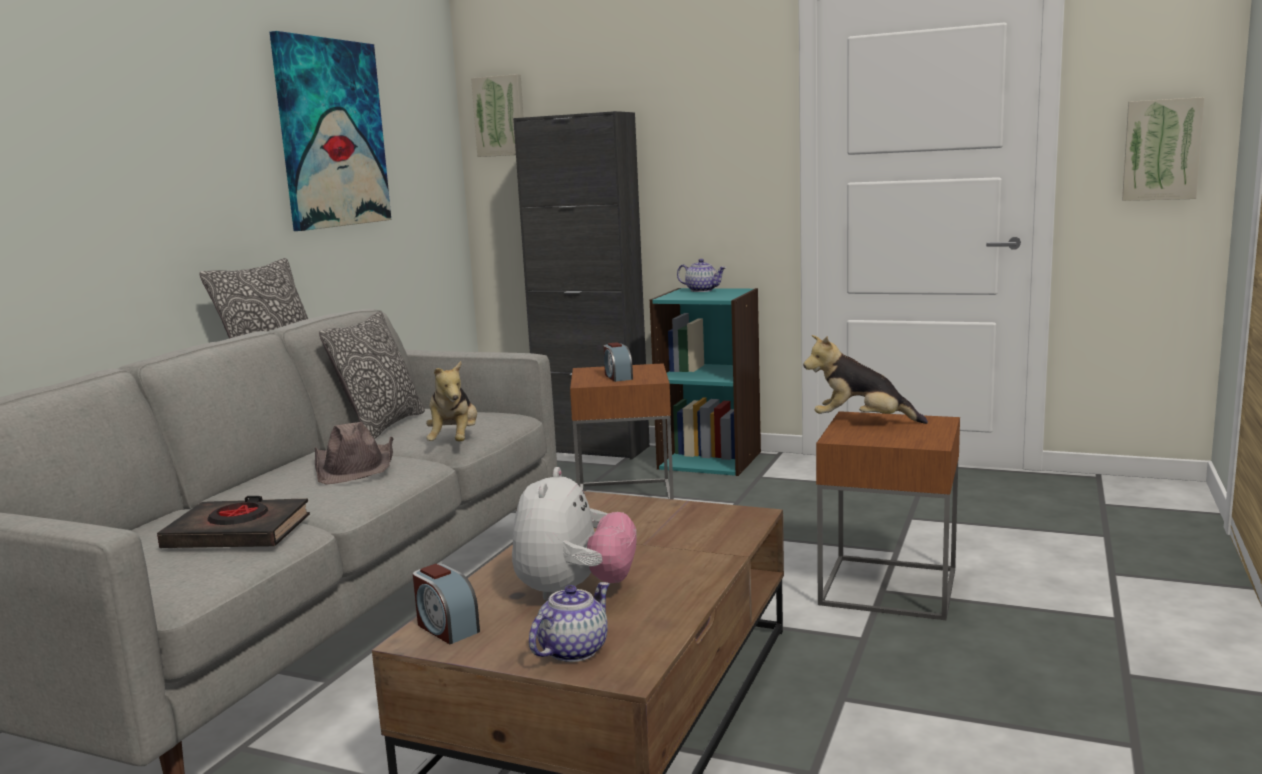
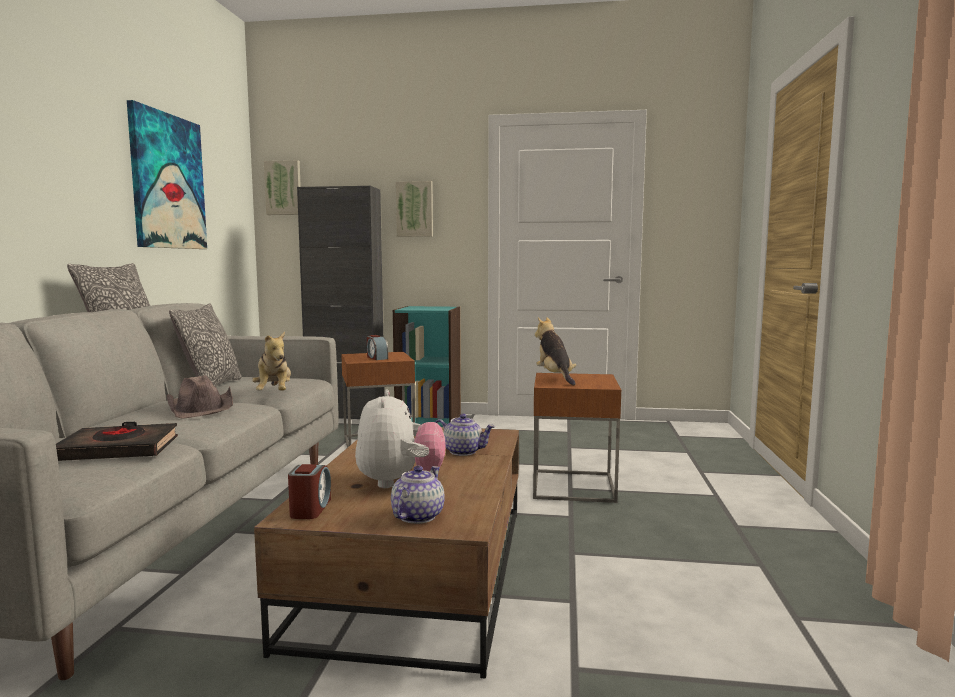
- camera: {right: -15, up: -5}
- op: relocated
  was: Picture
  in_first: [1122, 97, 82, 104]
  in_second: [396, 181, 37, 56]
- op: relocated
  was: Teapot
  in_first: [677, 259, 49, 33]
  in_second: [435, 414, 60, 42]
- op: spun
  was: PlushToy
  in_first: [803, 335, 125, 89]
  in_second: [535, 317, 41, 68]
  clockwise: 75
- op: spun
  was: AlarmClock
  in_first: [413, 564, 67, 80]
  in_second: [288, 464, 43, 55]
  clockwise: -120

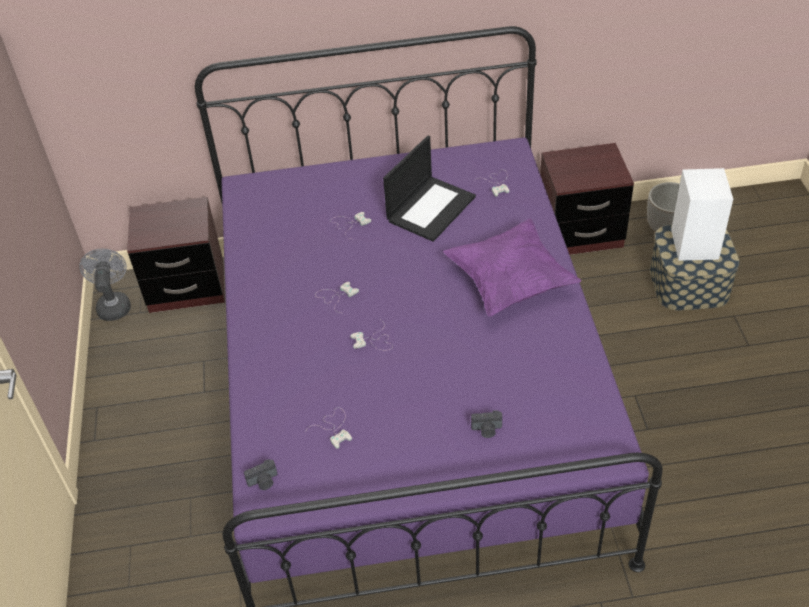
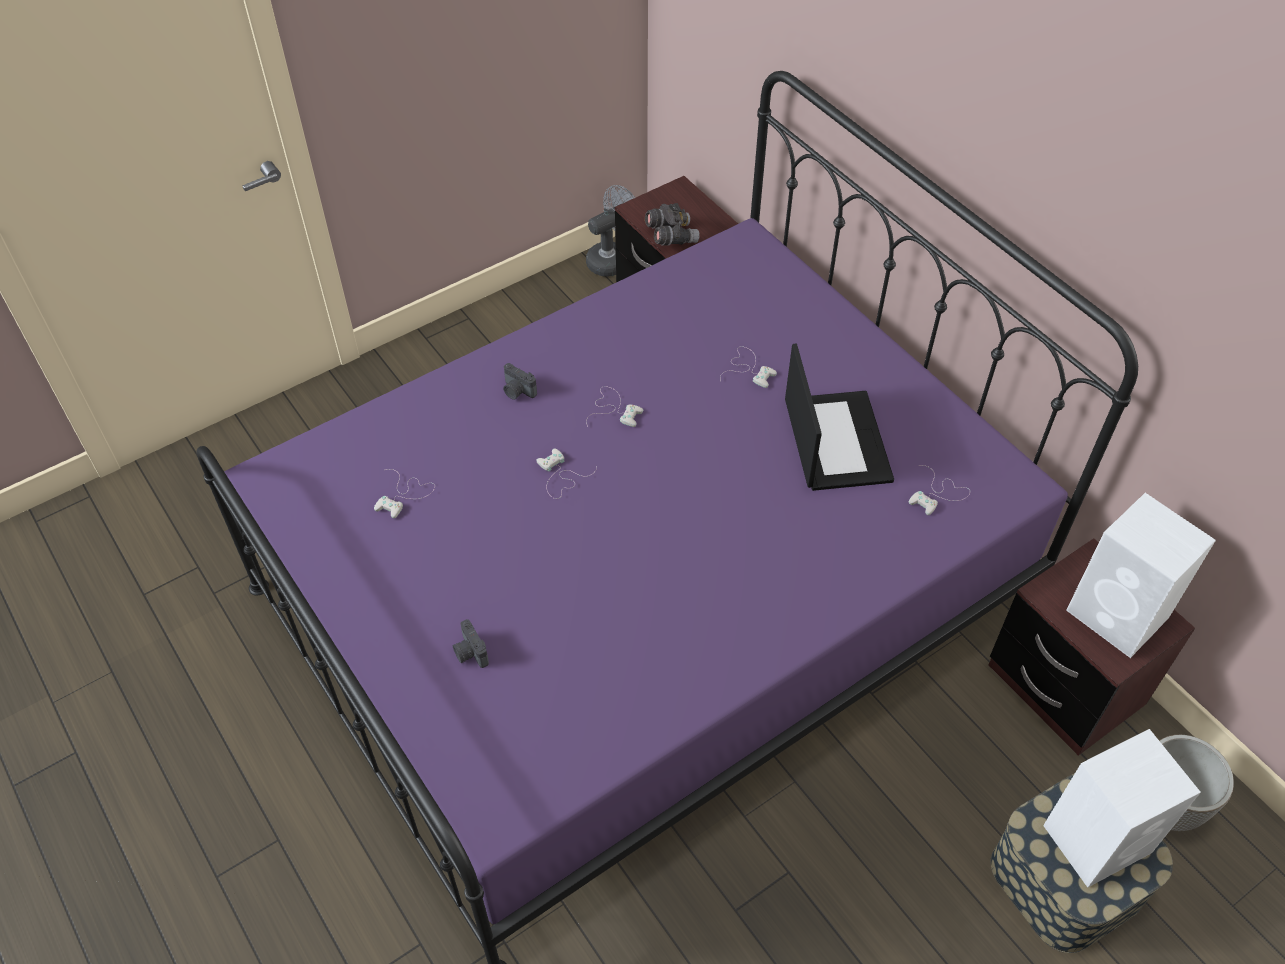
- camera: {right: 60, up: 5}
- op: spun
  was: Laptop
  in_first: [383, 136, 93, 106]
  in_second: [785, 343, 109, 148]
  clockwise: -105
- op: missing
  was: PurplePillow
  in_first: [443, 219, 138, 98]
- op: relocated
  was: PhotoCamera
  in_first: [244, 459, 33, 31]
  in_second: [503, 363, 34, 37]
- op: appeared
  now: GreyBinoculars
  in_second: [645, 203, 55, 43]
- op: appeared
  now: WhiteSpeaker
  in_second: [1066, 493, 150, 165]

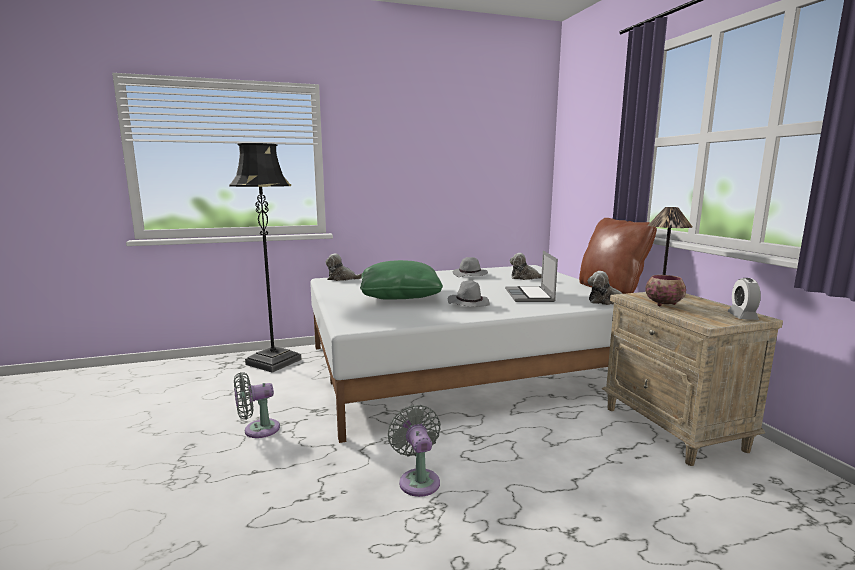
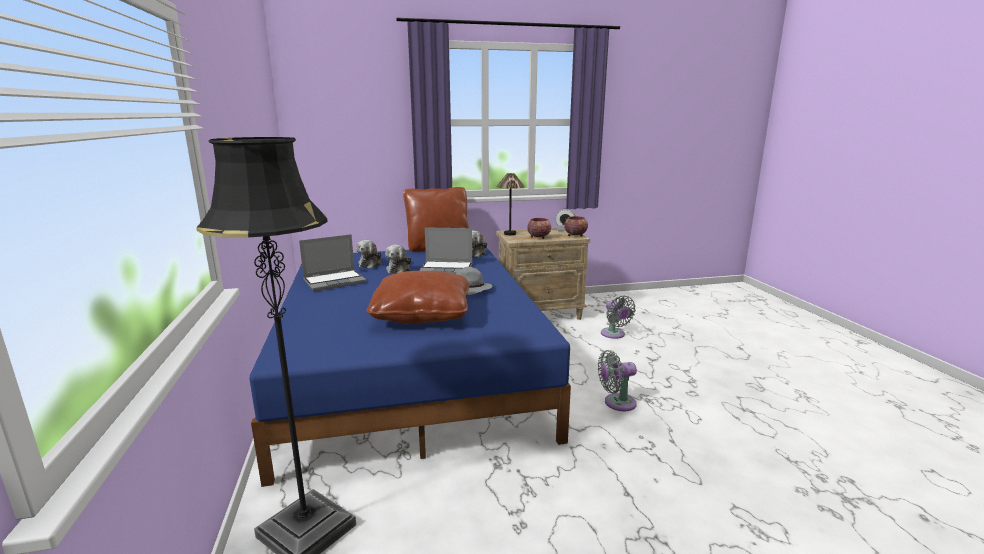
- camera: {right: -85, up: 5}
- op: relocated
  was: PlushToy
  in_first: [326, 254, 36, 27]
  in_second: [385, 245, 26, 29]
- op: exchanged
  was: GreyHat
  now: Laptop
  in_first: [453, 257, 35, 20]
  in_second: [299, 234, 67, 57]
- op: colour
  was: GreenPillow
  now: BrownPillow
  in_first: [360, 260, 83, 40]
  in_second: [366, 271, 103, 53]
- op: colour
  was: WhiteBed
  now: BlueBed
  in_first: [310, 265, 304, 178]
  in_second: [250, 248, 321, 239]
- op: relocated
  was: GreyFan
  in_first: [234, 372, 46, 66]
  in_second: [601, 295, 35, 44]
- op: appeared
  now: Bowl
  in_second: [564, 216, 24, 21]

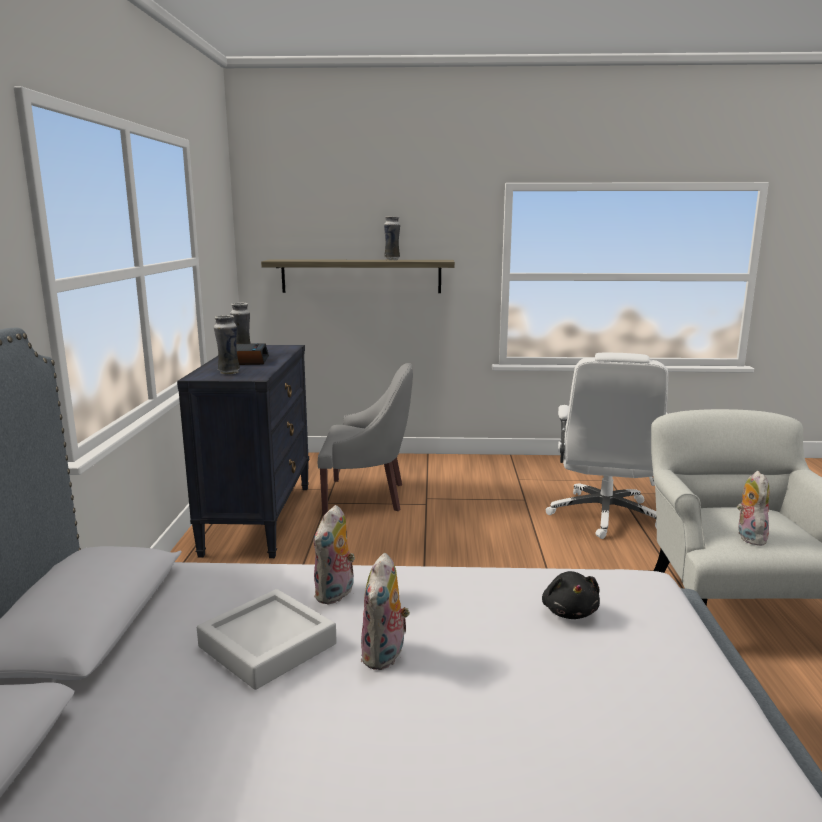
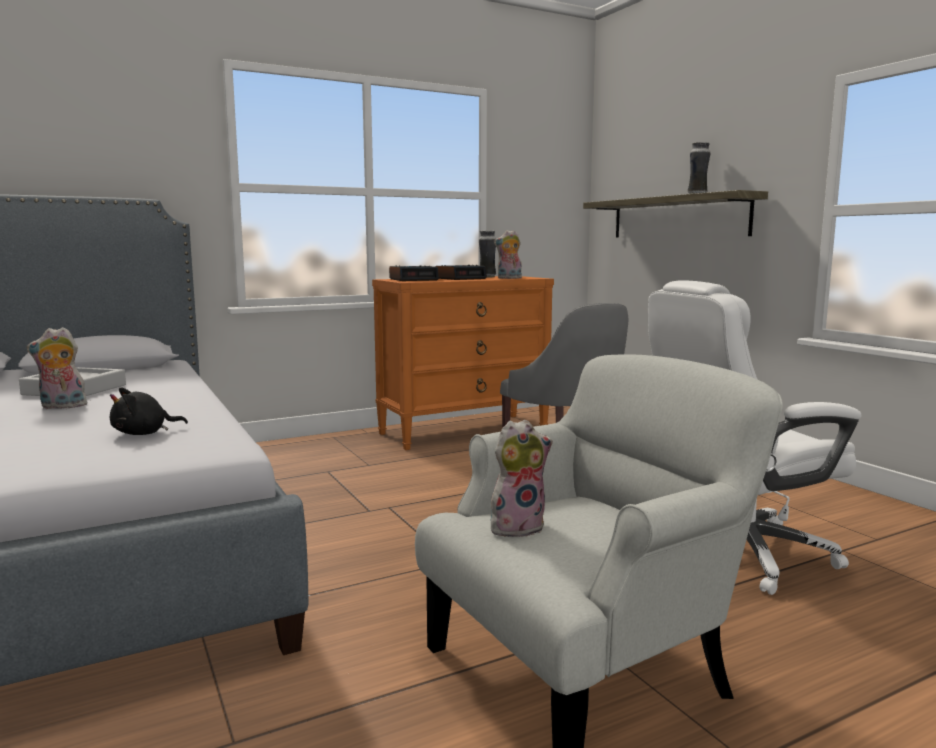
- camera: {right: 60, up: -5}
- op: exchanged
  was: Vase
  now: AlarmClock
  in_first: [214, 315, 26, 59]
  in_second: [389, 266, 50, 15]
- op: colour
  was: BlackDresser
  now: OrangeDresser
  in_first: [177, 345, 132, 213]
  in_second: [372, 276, 182, 174]
- op: relocated
  was: PlushToy
  in_first: [314, 505, 41, 99]
  in_second: [494, 230, 28, 49]

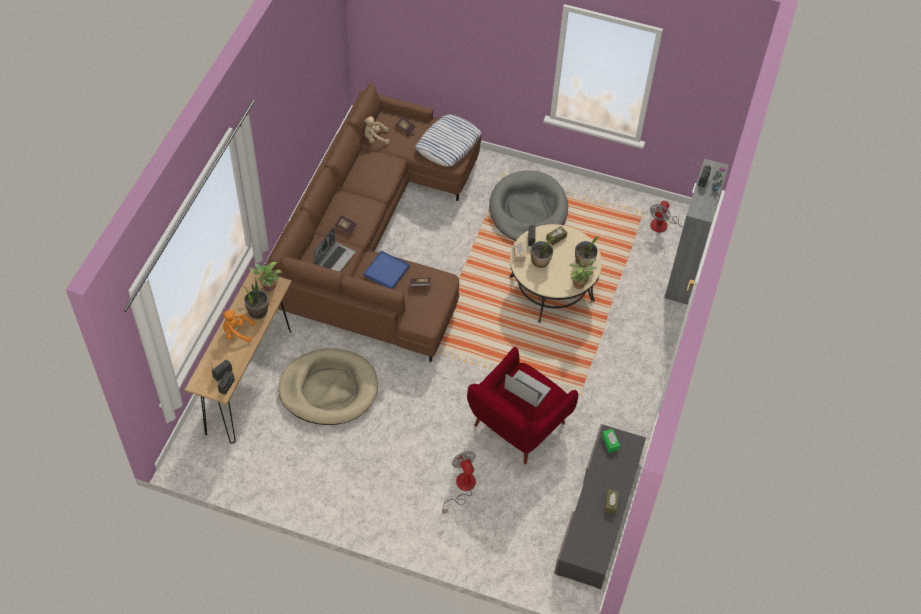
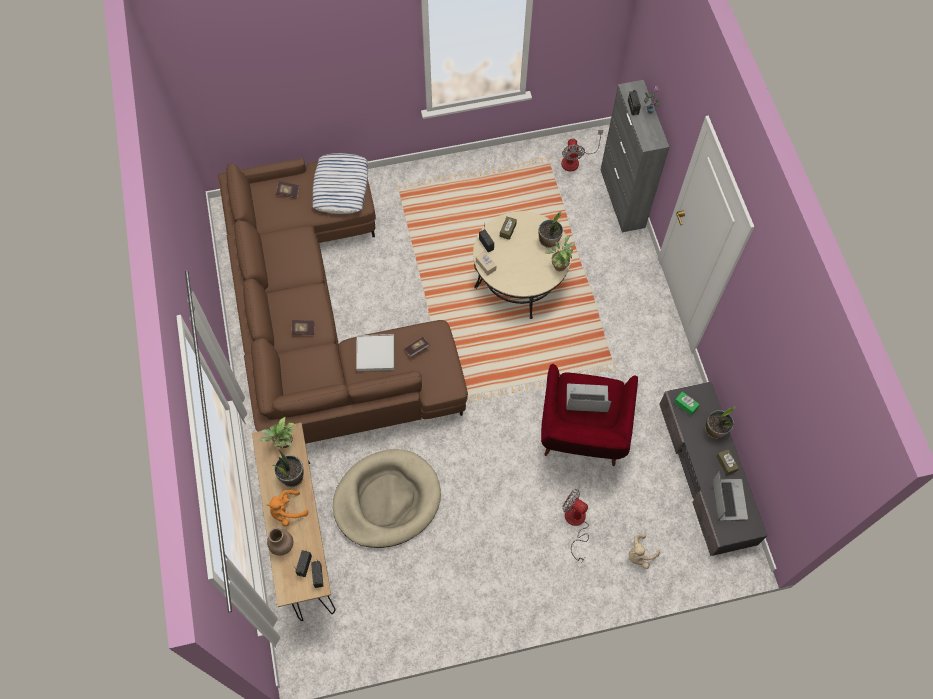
- camera: {right: -30, up: 10}
- op: relocated
  was: BeigePlushToy
  in_first: [363, 116, 27, 28]
  in_second: [628, 534, 32, 35]
- op: missing
  was: GreyDogBed
  in_first: [489, 170, 79, 71]
- op: relocated
  was: Laptop
  in_first: [314, 227, 42, 45]
  in_second: [713, 471, 35, 50]
- op: relocated
  was: PottedPlant
  in_first: [531, 236, 23, 32]
  in_second: [705, 406, 31, 33]
- op: colour
  was: BlueTray
  now: WhiteTray
  in_first: [364, 251, 46, 38]
  in_second: [356, 334, 38, 37]
- op: appeared
  now: BrownVase
  in_second: [267, 528, 26, 28]

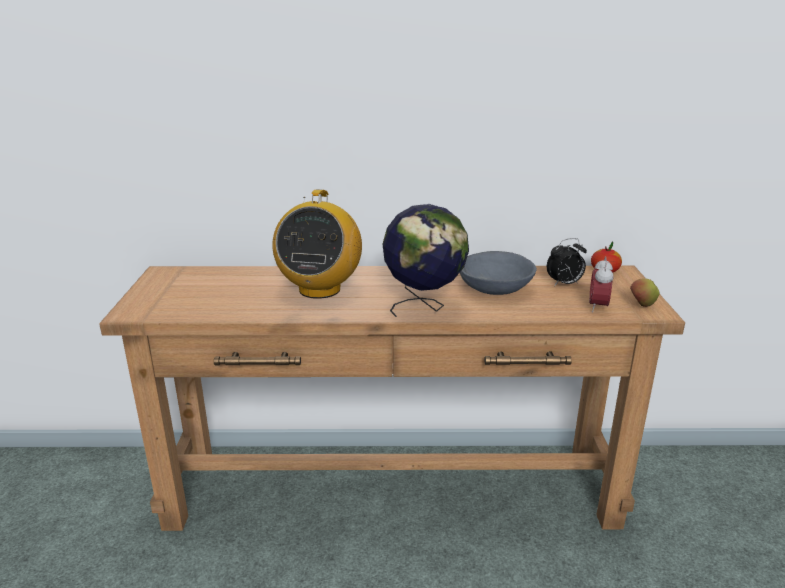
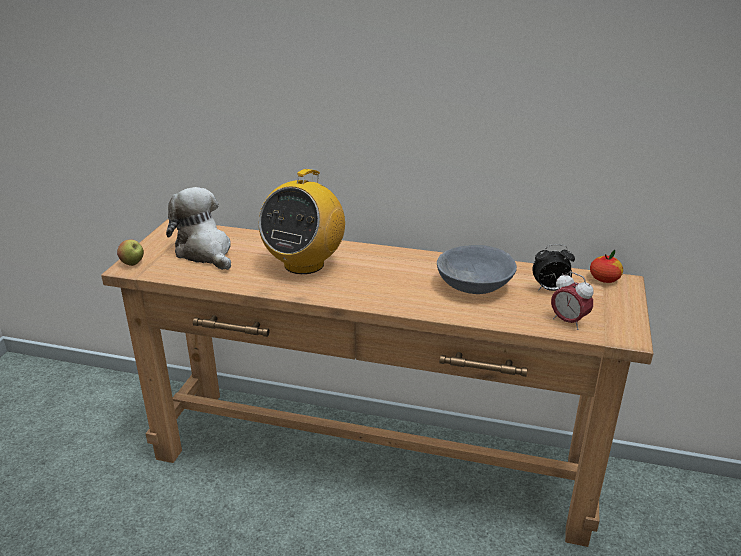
- camera: {right: 15, up: 5}
- op: missing
  was: Globe
  in_first: [382, 204, 87, 113]
- op: spun
  was: AlarmClock
  in_first: [589, 256, 25, 57]
  in_second: [551, 272, 43, 58]
  clockwise: -75
- op: relocated
  was: Apple
  in_first: [630, 278, 29, 29]
  in_second: [117, 239, 27, 27]
- op: appeared
  now: PlushToy
  in_second: [166, 187, 65, 83]

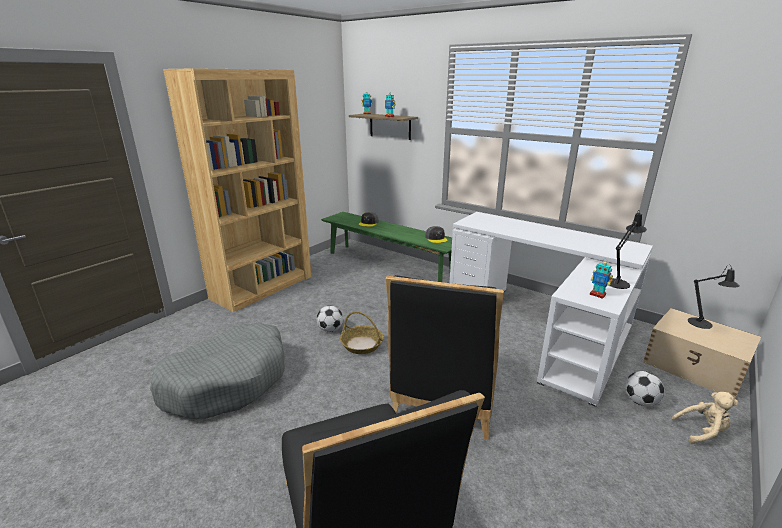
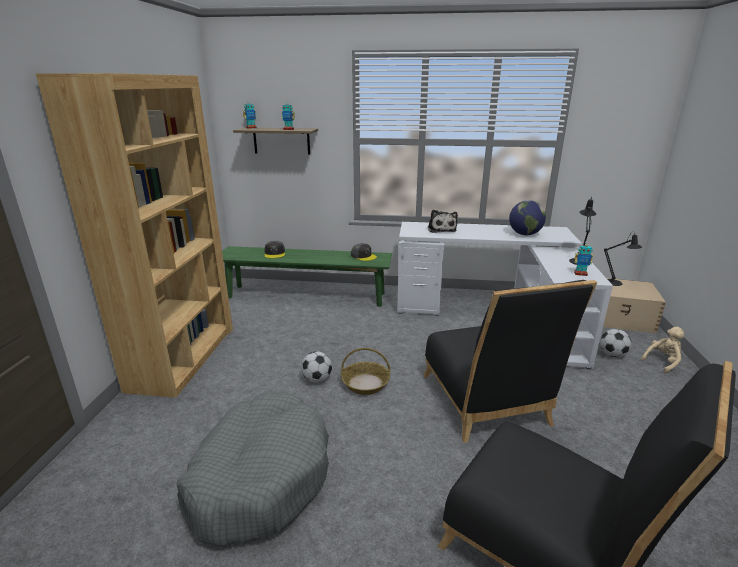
- camera: {right: -30, up: 0}
- op: appeared
  now: Globe
  in_second: [509, 200, 37, 35]
- op: appeared
  now: PlushToy
  in_second: [428, 210, 30, 23]

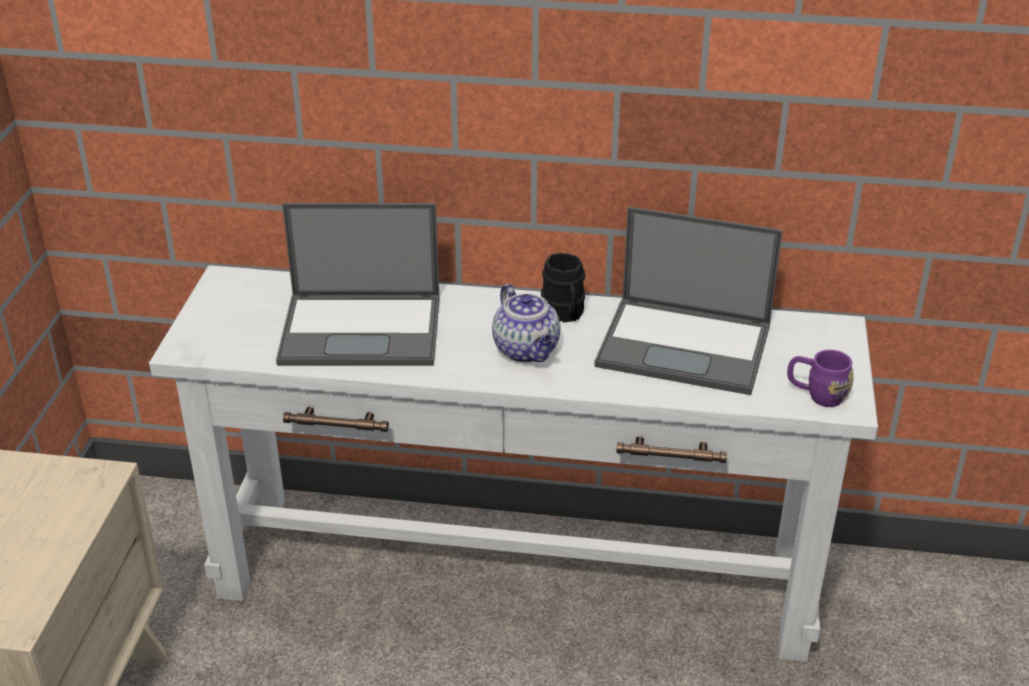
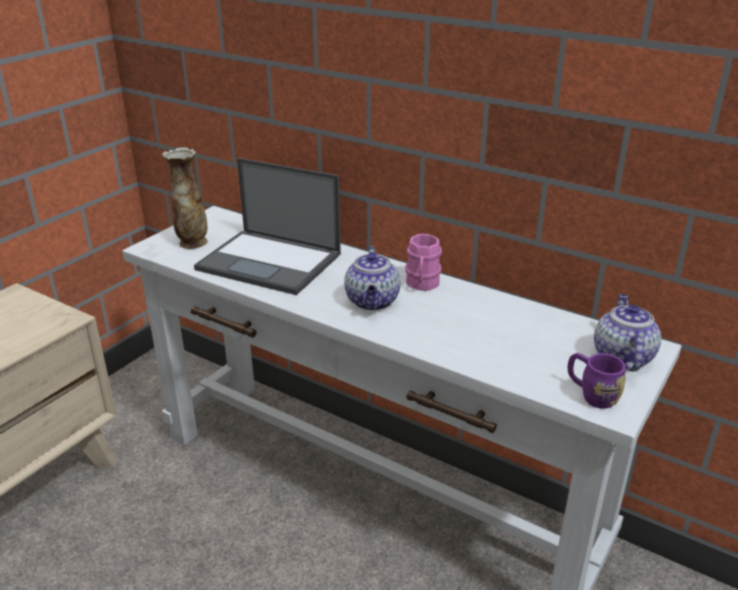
- camera: {right: 25, up: -5}
- op: missing
  was: Laptop
  in_first: [594, 207, 189, 188]
- op: colour
  was: BlackMug
  now: PinkMug
  in_first: [541, 253, 44, 70]
  in_second: [405, 234, 37, 57]
- op: appeared
  now: Vase
  in_second: [162, 147, 46, 102]
- op: appeared
  now: Teapot
  in_second: [594, 294, 67, 77]

